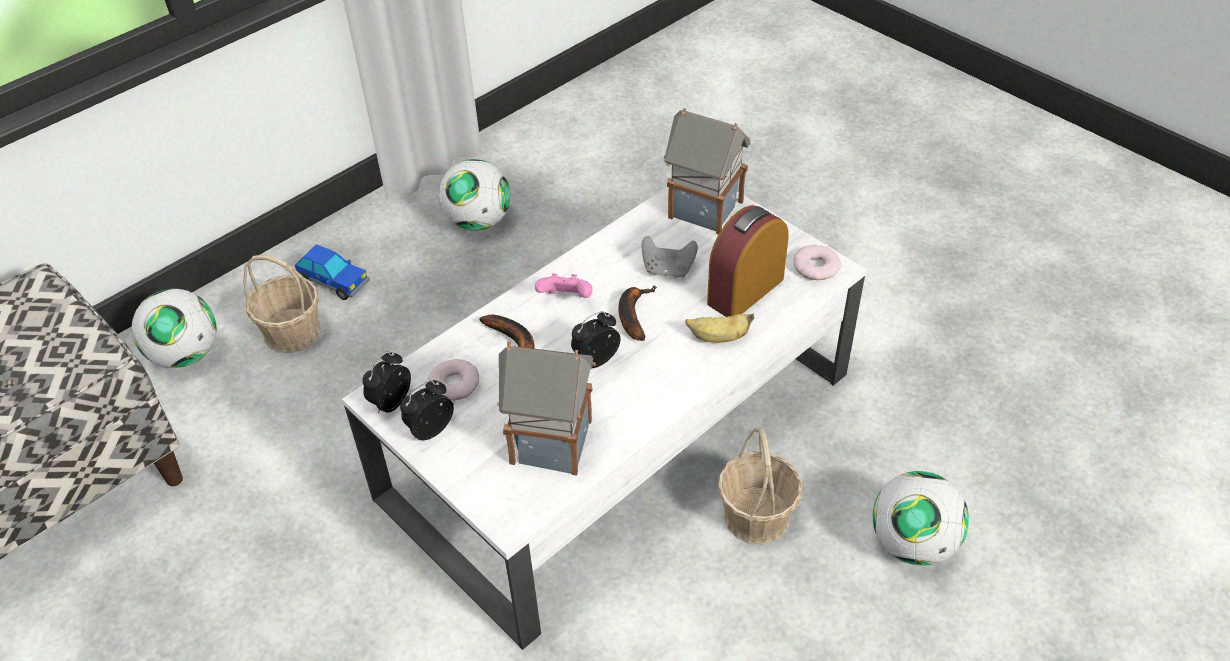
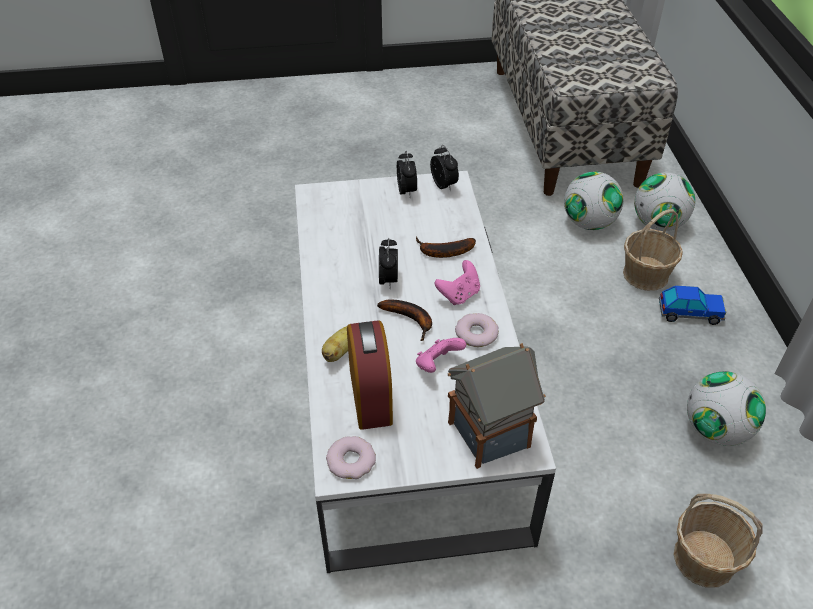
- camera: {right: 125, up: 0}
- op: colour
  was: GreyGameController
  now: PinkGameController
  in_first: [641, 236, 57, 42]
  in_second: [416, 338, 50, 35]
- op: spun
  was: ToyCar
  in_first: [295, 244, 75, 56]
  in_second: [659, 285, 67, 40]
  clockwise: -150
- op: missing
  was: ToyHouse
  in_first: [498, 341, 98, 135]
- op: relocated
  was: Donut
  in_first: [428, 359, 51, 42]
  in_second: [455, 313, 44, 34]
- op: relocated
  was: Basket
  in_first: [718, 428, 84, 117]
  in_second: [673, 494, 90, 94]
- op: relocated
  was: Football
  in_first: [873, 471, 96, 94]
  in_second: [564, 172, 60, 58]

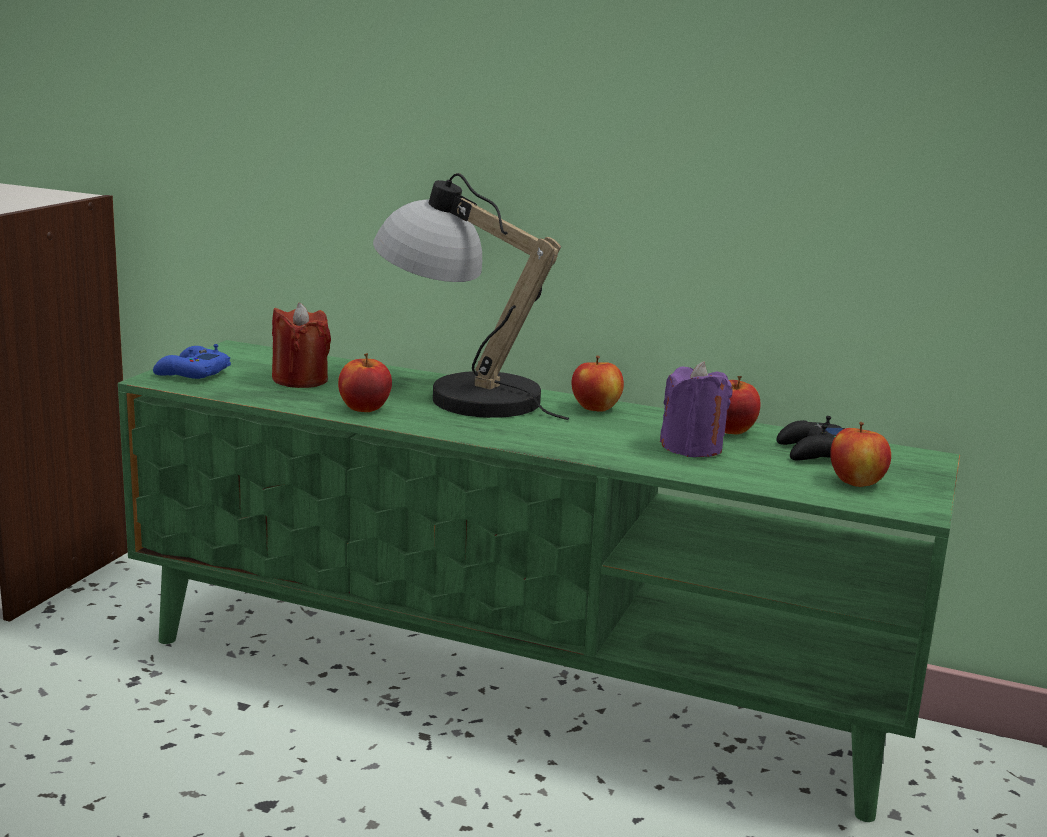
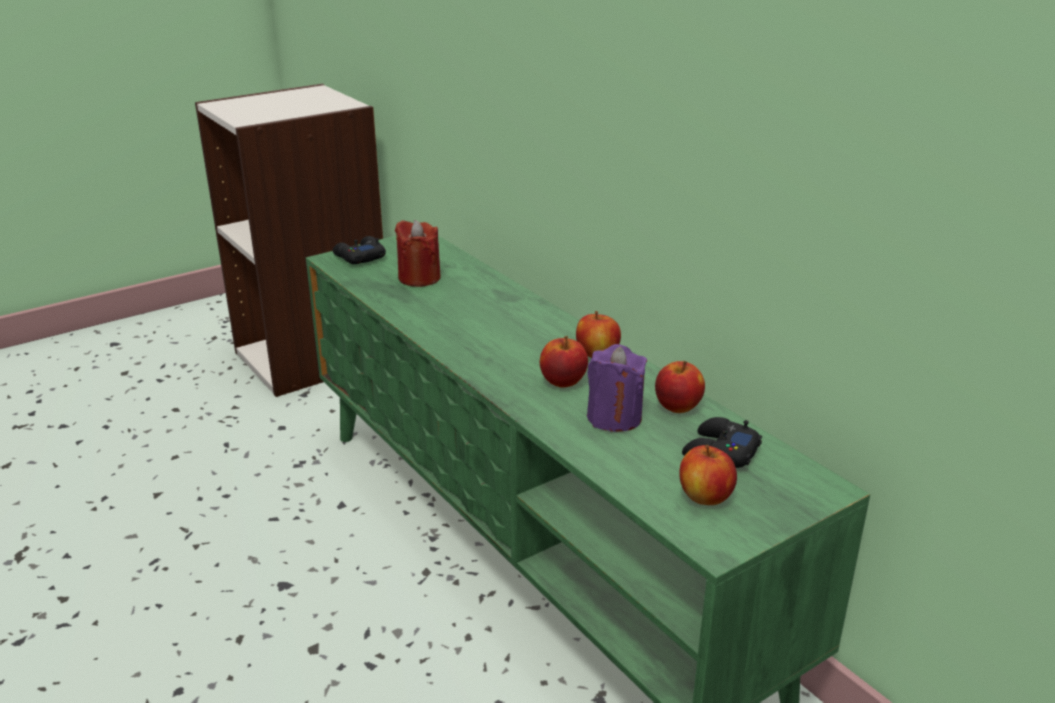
- camera: {right: 35, up: 10}
- op: missing
  was: TableLamp
  in_first: [373, 173, 196, 247]
- op: colour
  was: BlueGameController
  now: BlackGameController
  in_first: [153, 344, 78, 35]
  in_second: [333, 236, 53, 28]
- op: relocated
  was: Apple
  in_first: [338, 353, 54, 59]
  in_second: [540, 336, 48, 52]

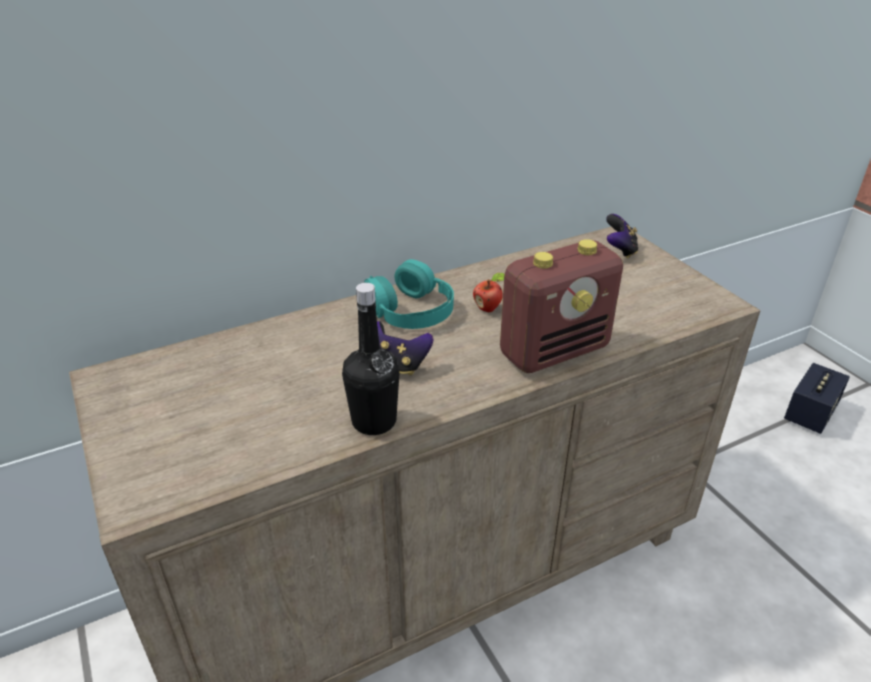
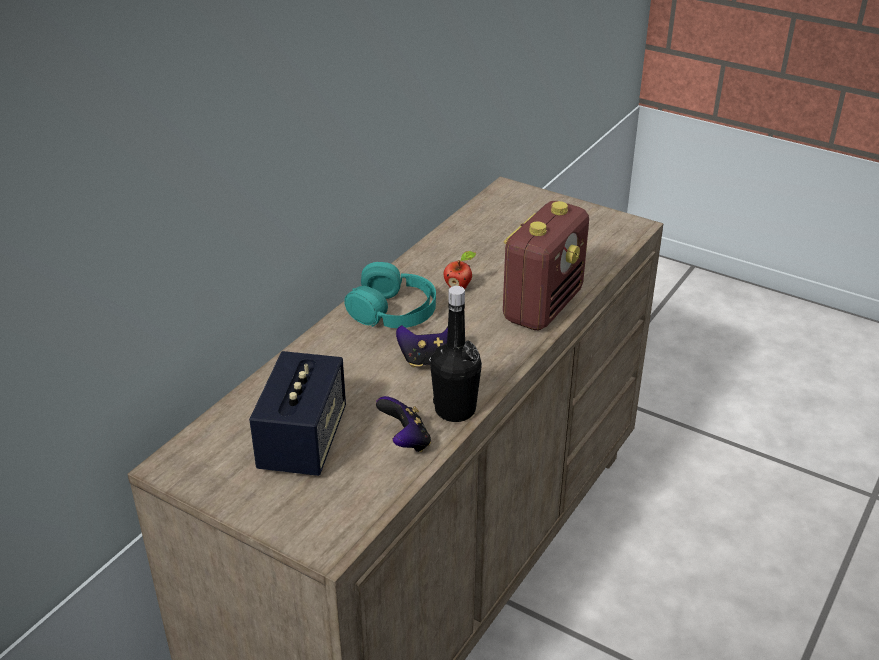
- camera: {right: -30, up: 0}
- op: relocated
  was: GameController
  in_first: [606, 214, 32, 45]
  in_second: [376, 396, 55, 56]
- op: relocated
  was: Speaker
  in_first: [784, 363, 66, 71]
  in_second: [249, 351, 97, 125]

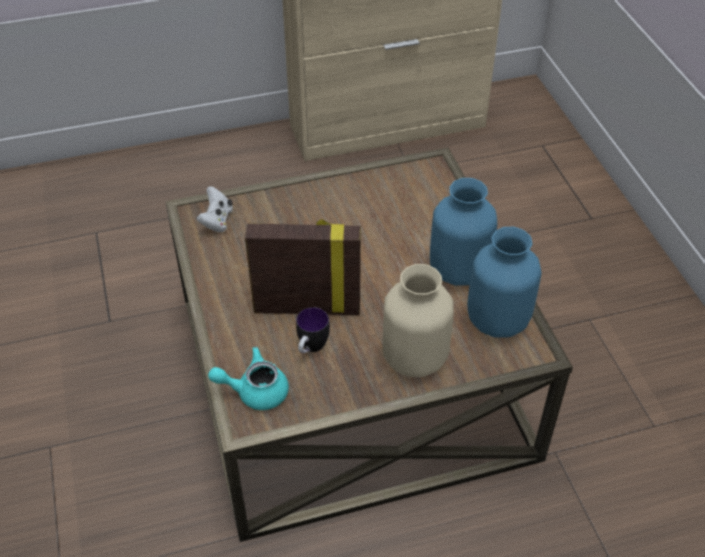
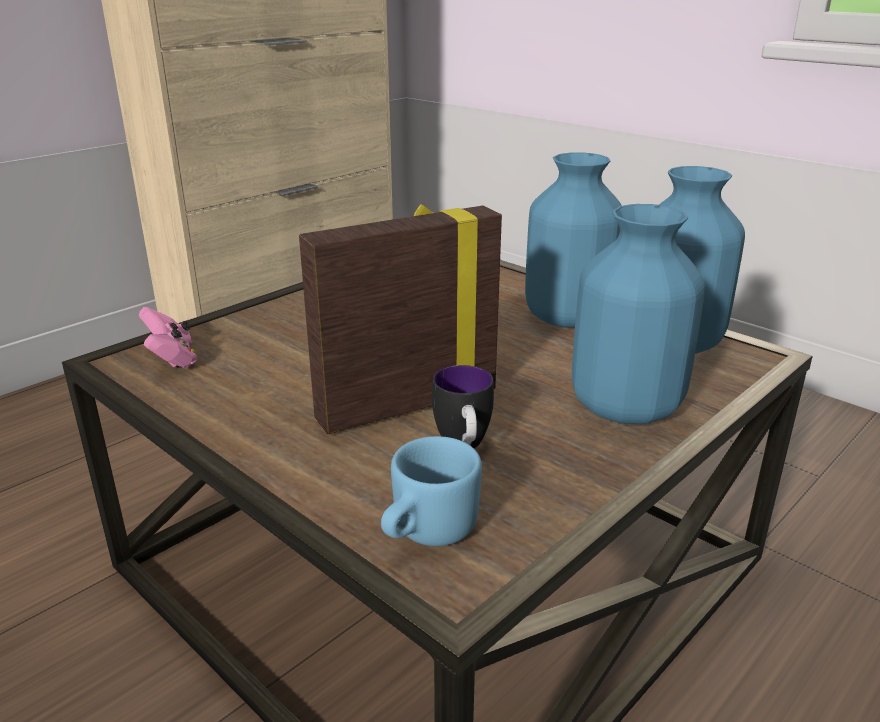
- camera: {right: -30, up: -20}
- op: colour
  was: WhiteGameController
  now: PinkGameController
  in_first: [196, 186, 37, 46]
  in_second: [139, 307, 58, 61]
- op: colour
  was: BeigeVase
  now: BlueVase
  in_first: [382, 264, 72, 113]
  in_second: [572, 204, 133, 220]
- op: exchanged
  was: TurquoiseTeapot
  now: BlueMug
  in_first: [208, 347, 81, 63]
  in_second: [381, 436, 101, 110]

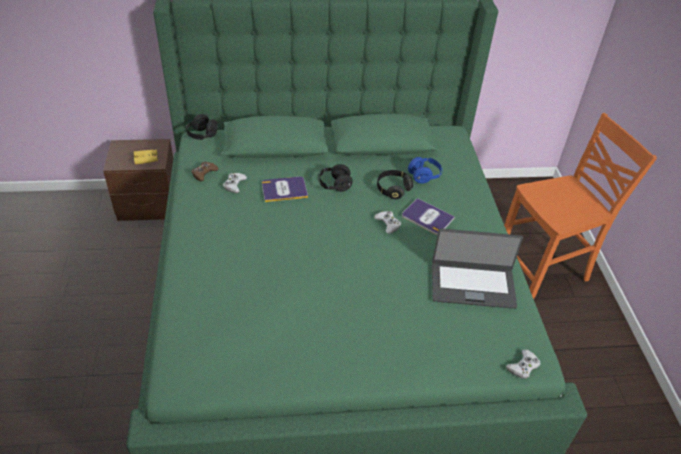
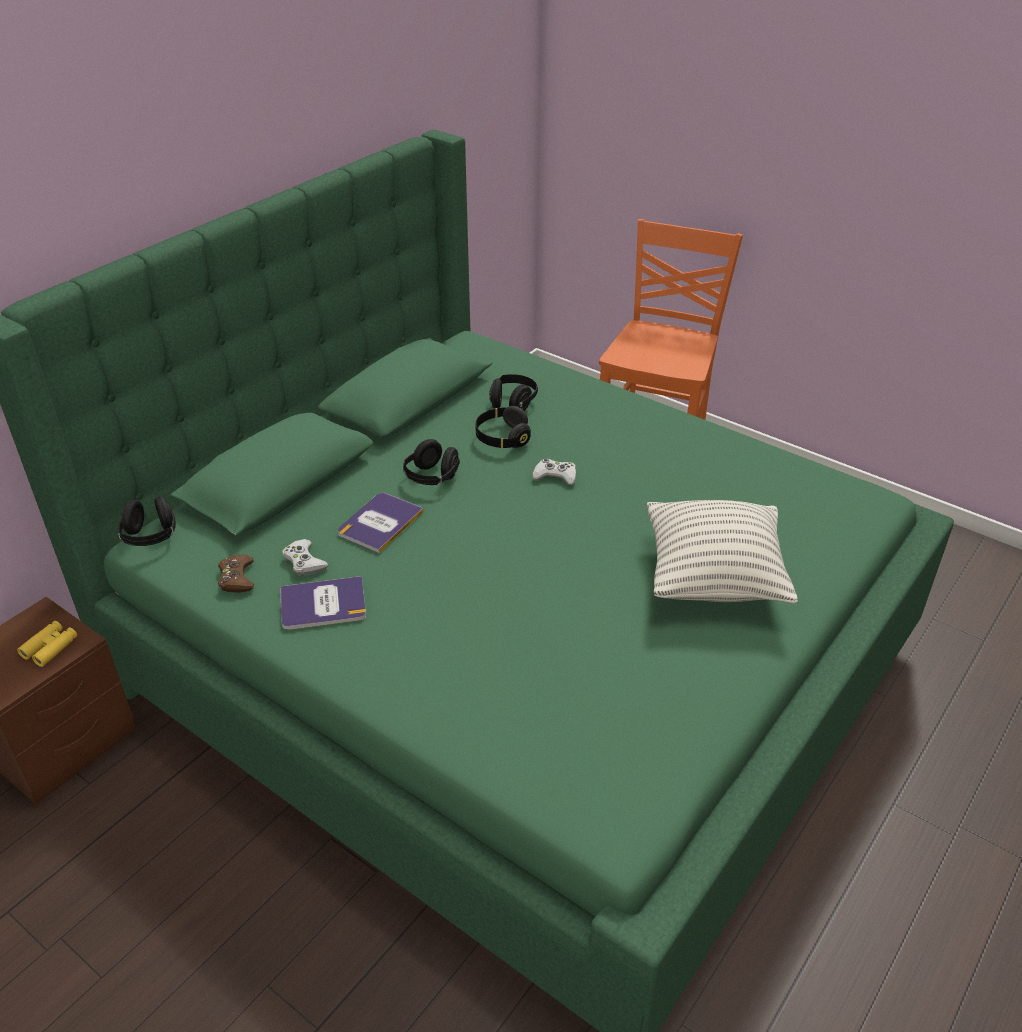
- camera: {right: -45, up: -5}
- op: colour
  was: BlueHeadphones
  now: BlackHeadphones
  in_first: [408, 157, 35, 27]
  in_second: [489, 374, 49, 37]
- op: relocated
  was: Book
  in_first: [402, 198, 53, 37]
  in_second: [280, 576, 86, 54]
- op: missing
  was: Laptop
  in_first: [432, 228, 91, 81]
- op: missing
  was: WhiteGameController
  in_first: [506, 349, 35, 30]
- op: appeared
  now: Pillow
  in_second: [647, 500, 151, 104]

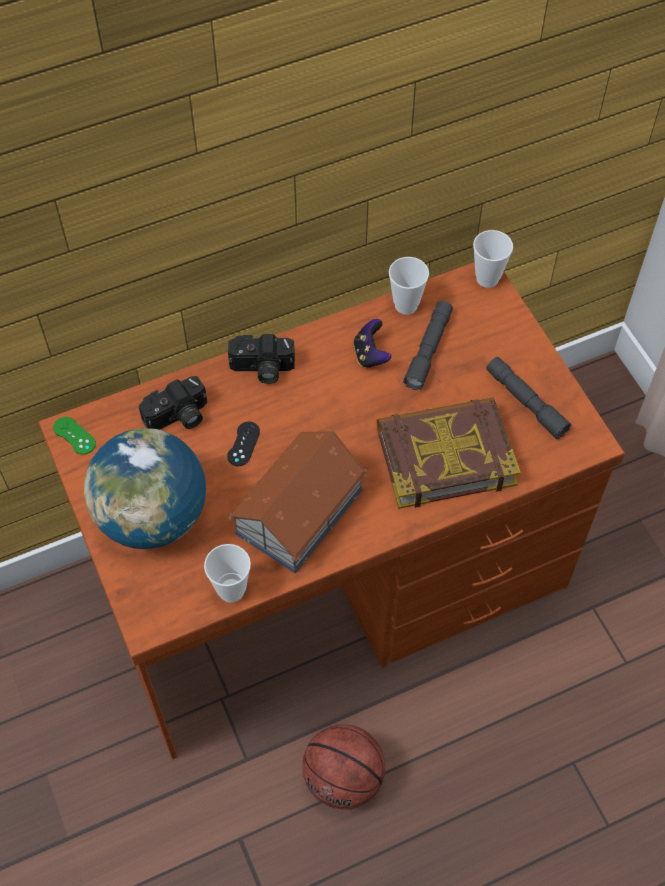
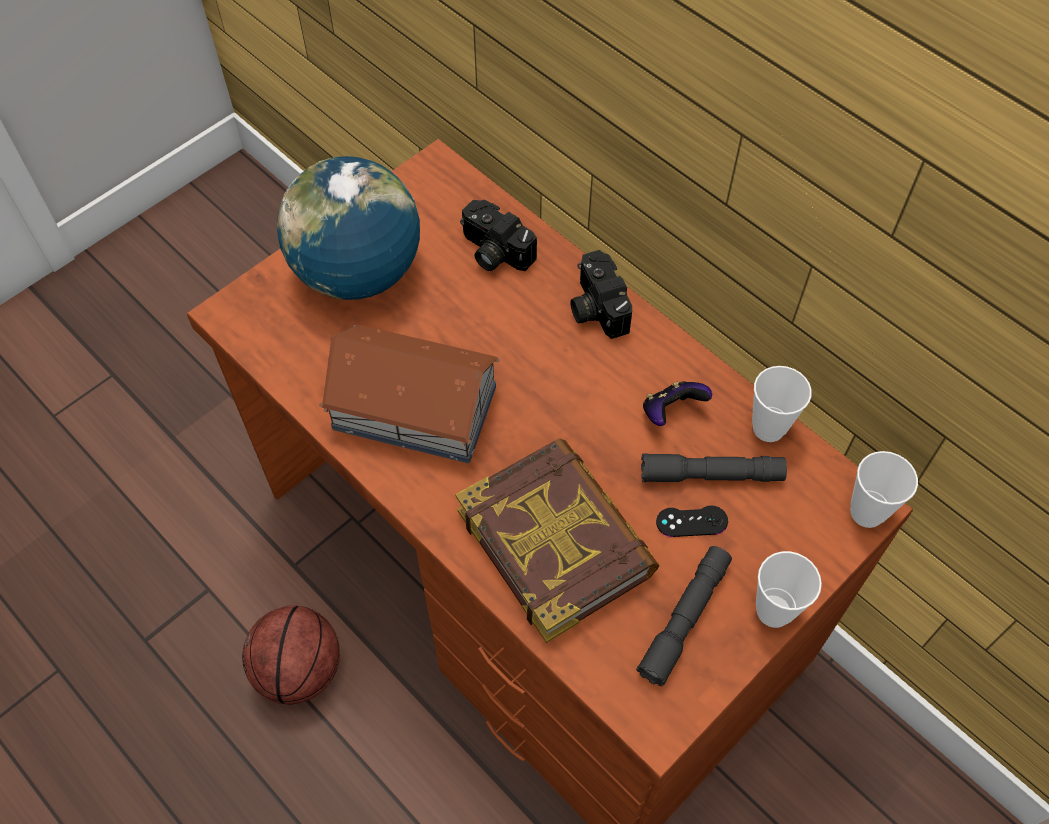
- camera: {right: 70, up: 0}
- op: missing
  was: GreenGameController
  in_first: [53, 417, 43, 38]
- op: relocated
  was: BlackGameController
  in_first: [227, 422, 33, 44]
  in_second: [656, 506, 72, 31]
- op: relocated
  was: Cup
  in_first: [204, 544, 47, 59]
  in_second: [756, 551, 66, 77]

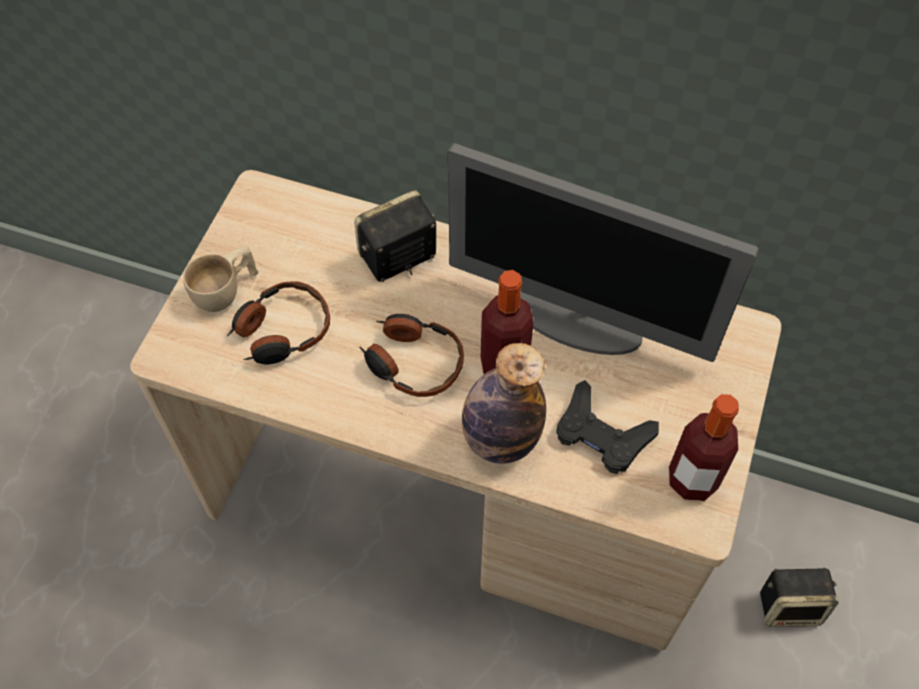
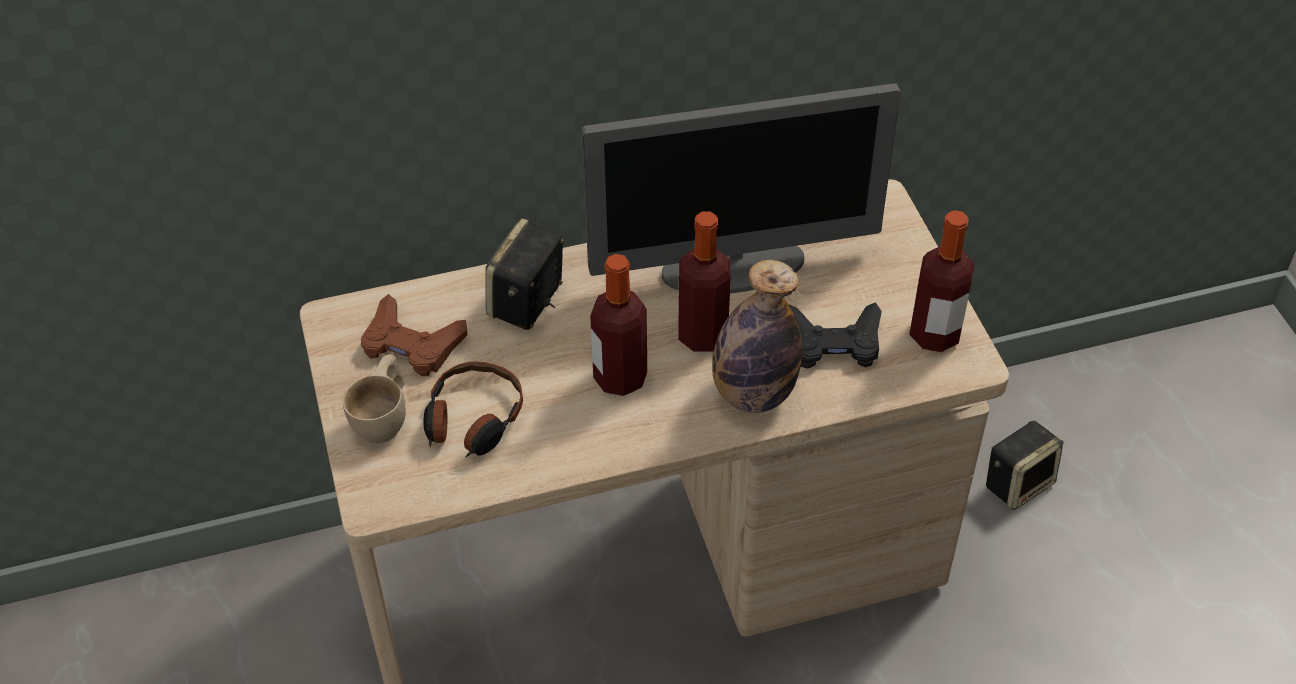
- camera: {right: -35, up: -10}
- op: exchanged
  was: Headphones
  now: Bottle
  in_first: [359, 314, 105, 83]
  in_second: [590, 254, 57, 142]
- op: appeared
  now: BrownGameController
  in_second: [361, 294, 107, 82]

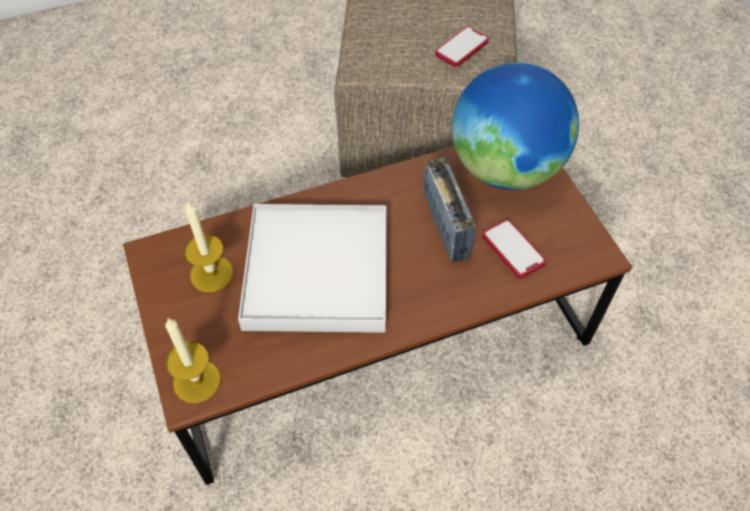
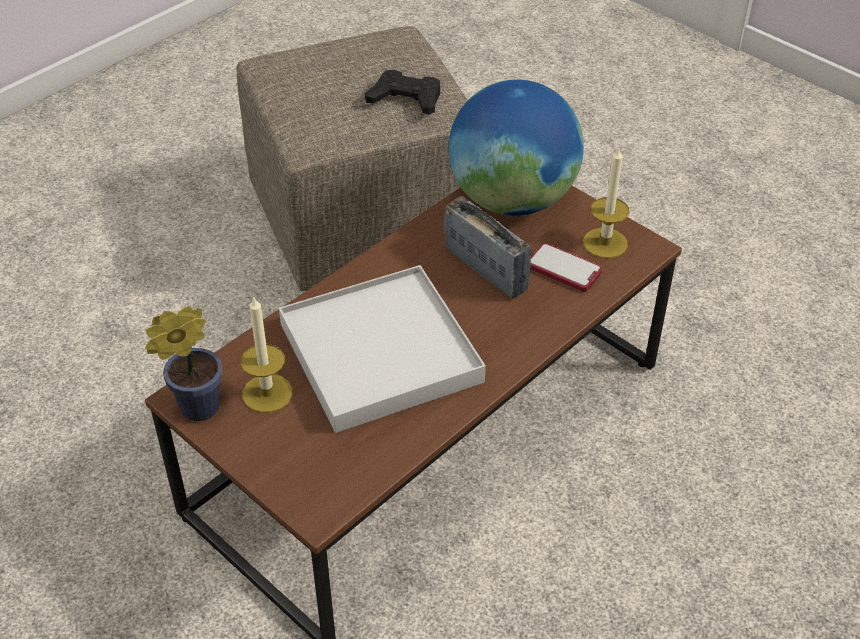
- camera: {right: -25, up: -10}
- op: exchanged
  was: Phone
  now: BlackGameController
  in_first: [435, 27, 54, 40]
  in_second: [365, 70, 75, 45]
- op: relocated
  was: Candle
  in_first: [165, 318, 56, 85]
  in_second: [583, 147, 46, 111]
- op: appeared
  now: PottedPlant
  in_second: [146, 306, 77, 115]

